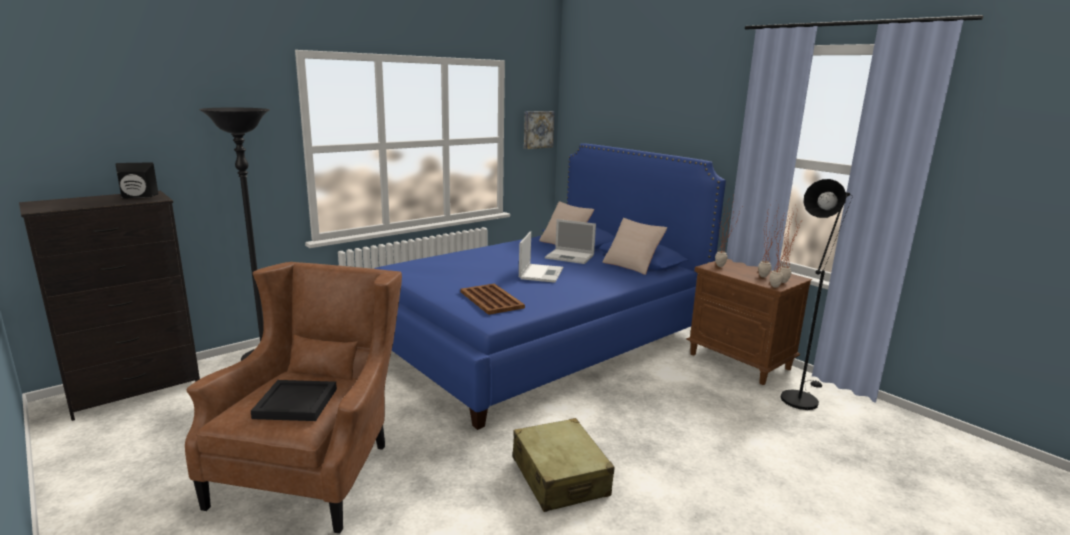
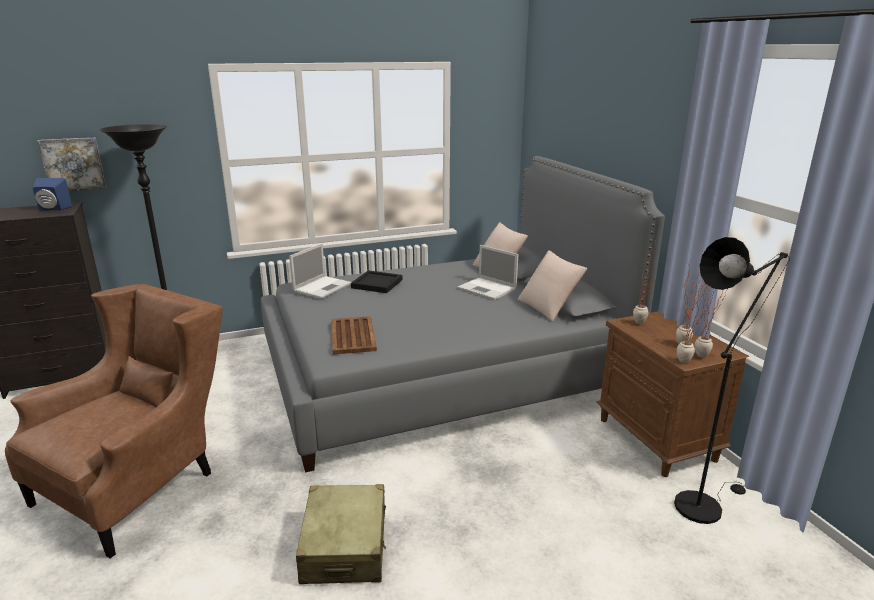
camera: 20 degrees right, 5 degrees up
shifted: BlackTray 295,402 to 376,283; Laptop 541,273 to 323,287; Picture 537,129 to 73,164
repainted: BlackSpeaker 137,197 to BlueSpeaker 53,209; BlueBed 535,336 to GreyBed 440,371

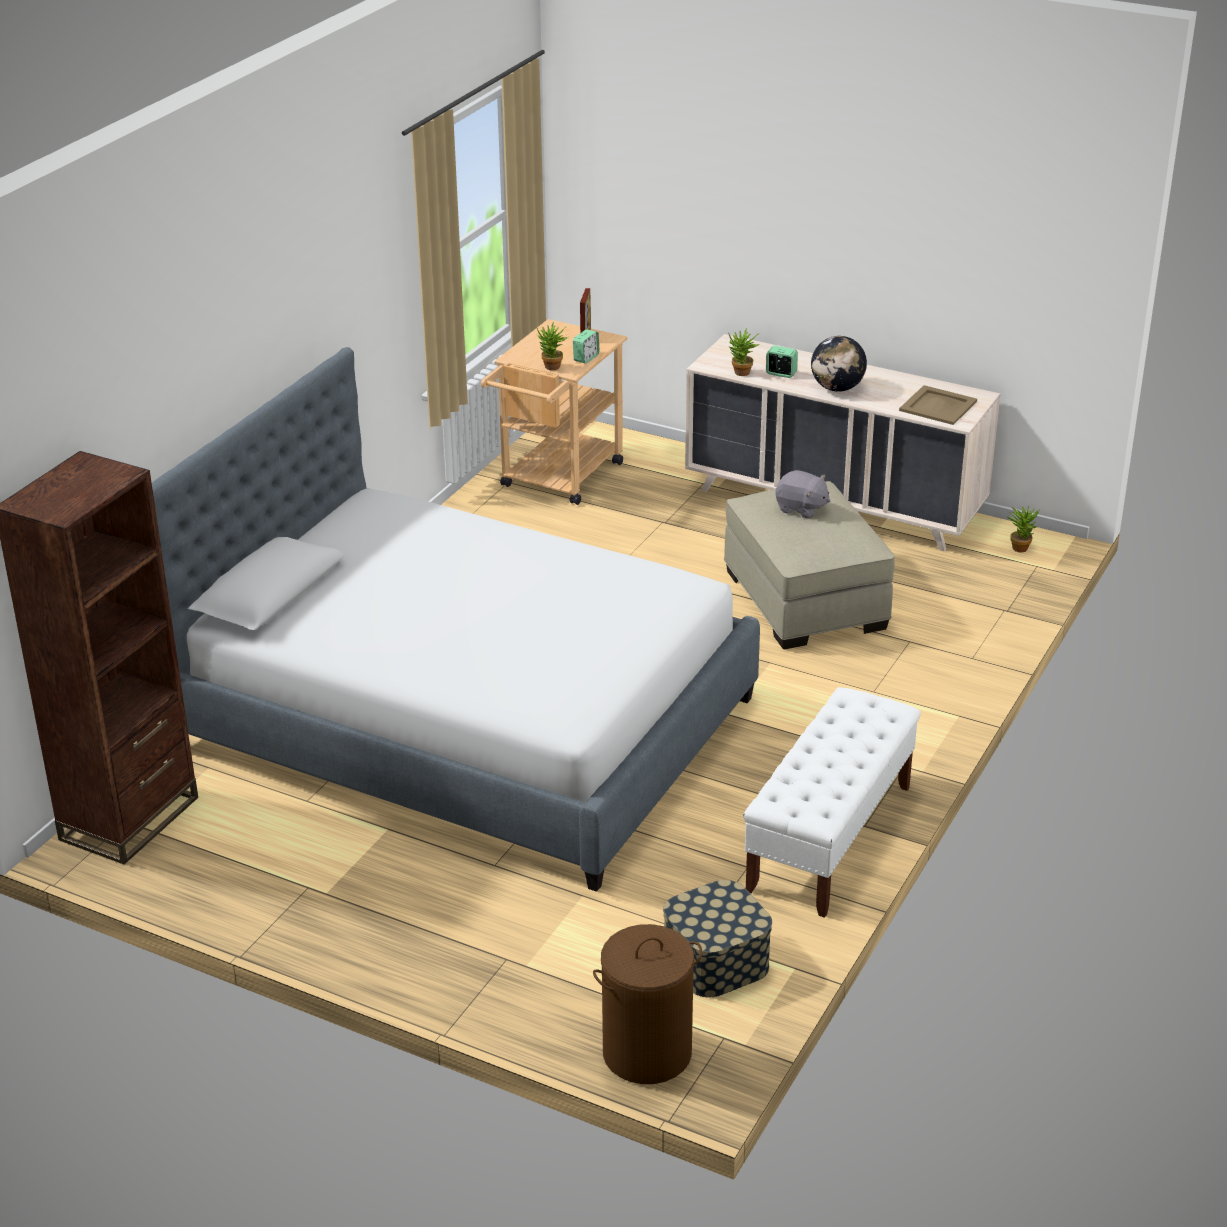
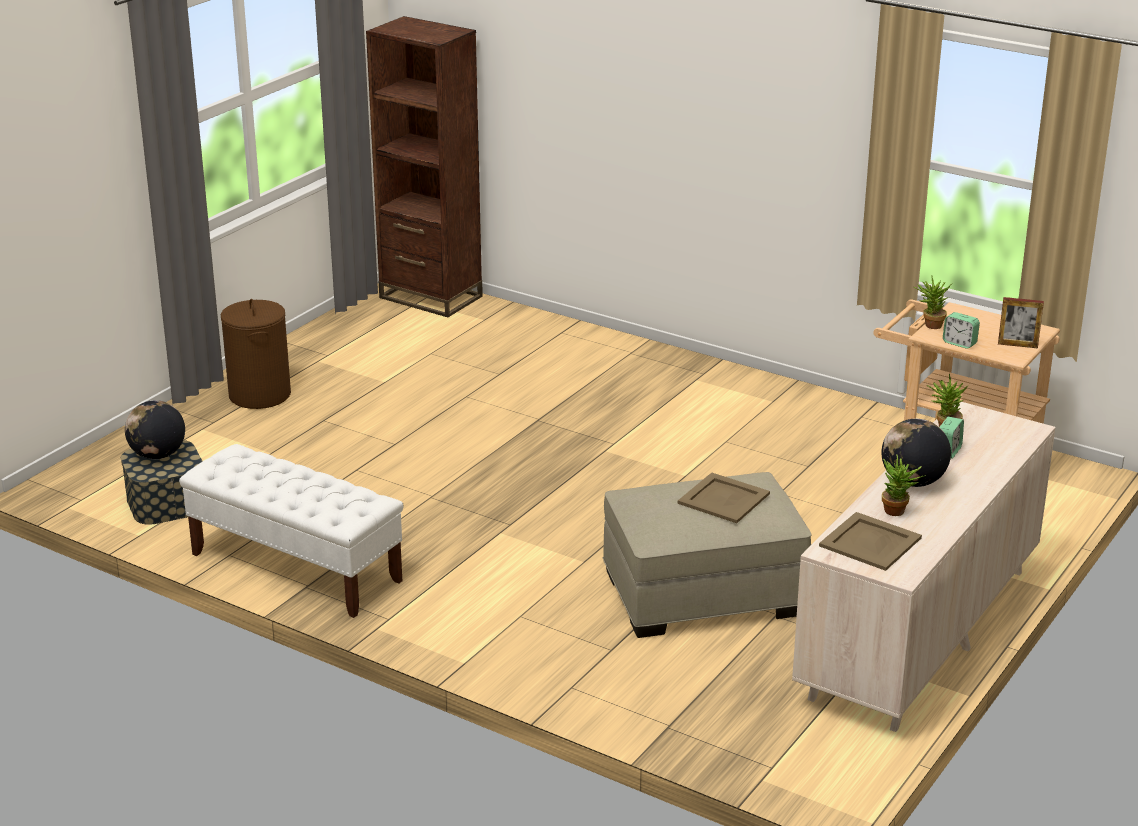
camera: 95 degrees right, 5 degrees down
gone: Bed 467,722
new: Globe 157,455
shifted: BrownLaundryBasket 646,1053 to 259,394; PottedPlant 1020,547 to 898,512
swapped: GreyPlushToy 801,509 to BeigeTray 724,498

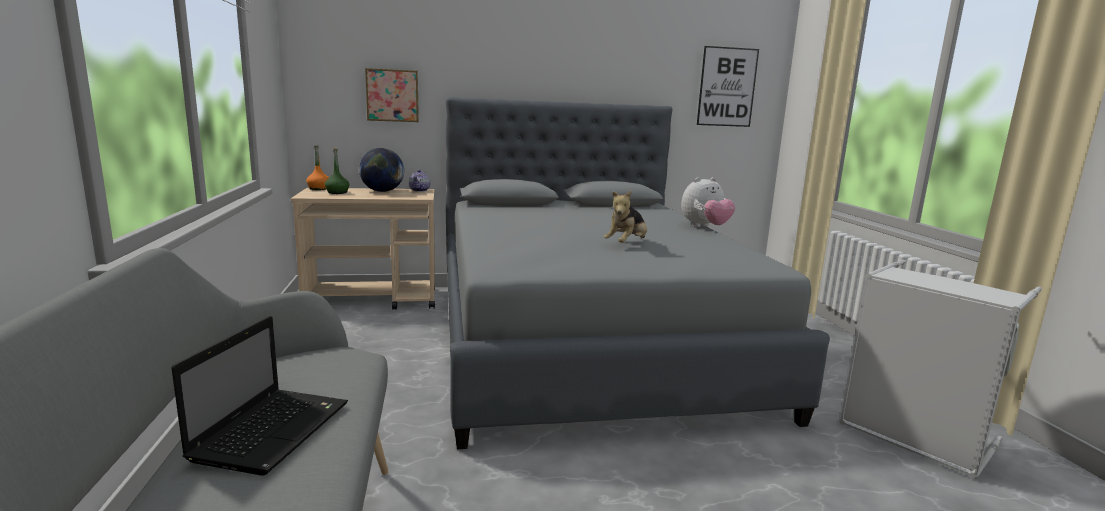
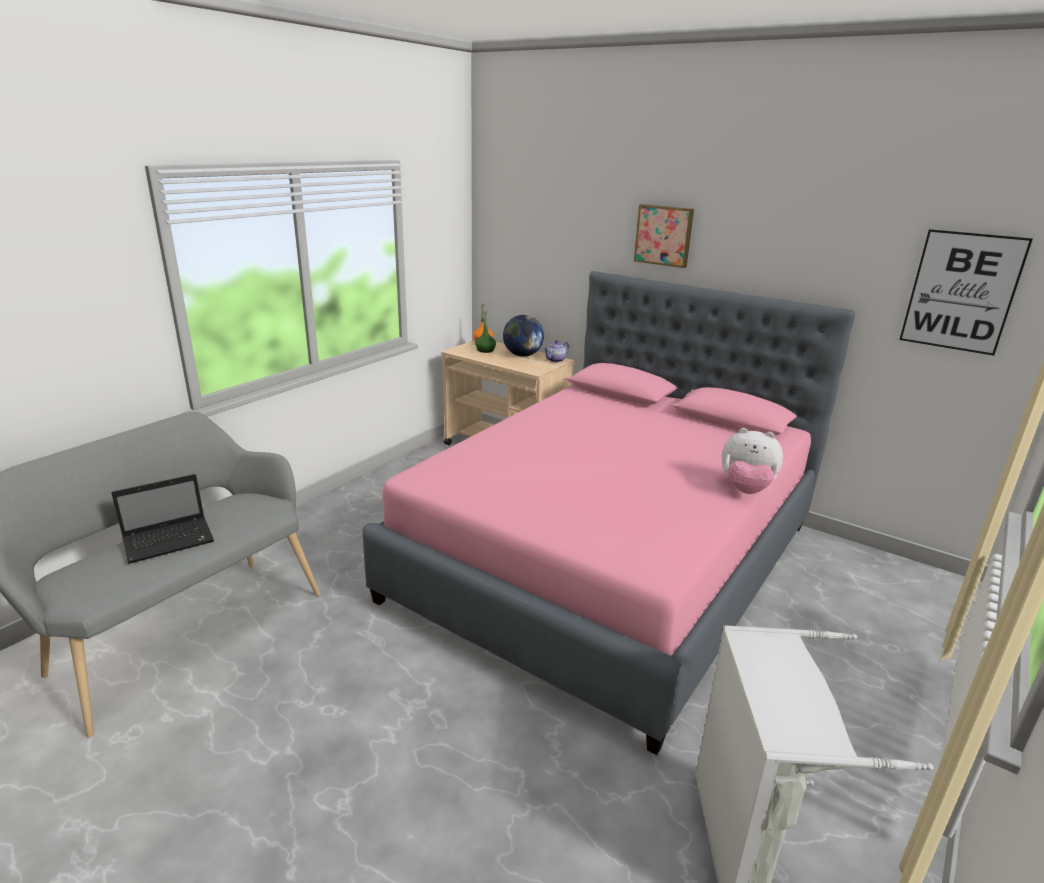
camera: 45 degrees right, 10 degrees up
gone: PlushToy 626,244
shifted: Picture 392,95 to 664,235
repainted: GreyBed 586,340 to PinkBed 609,561

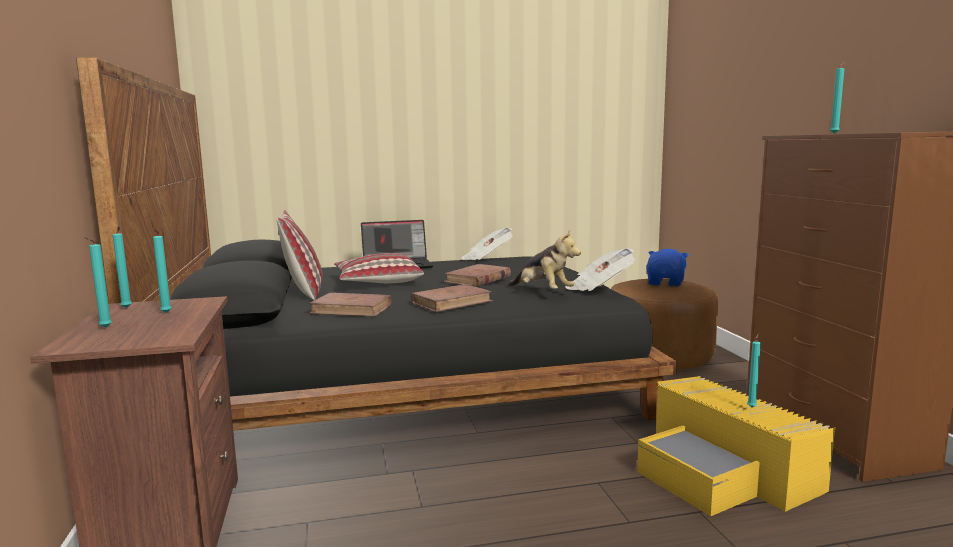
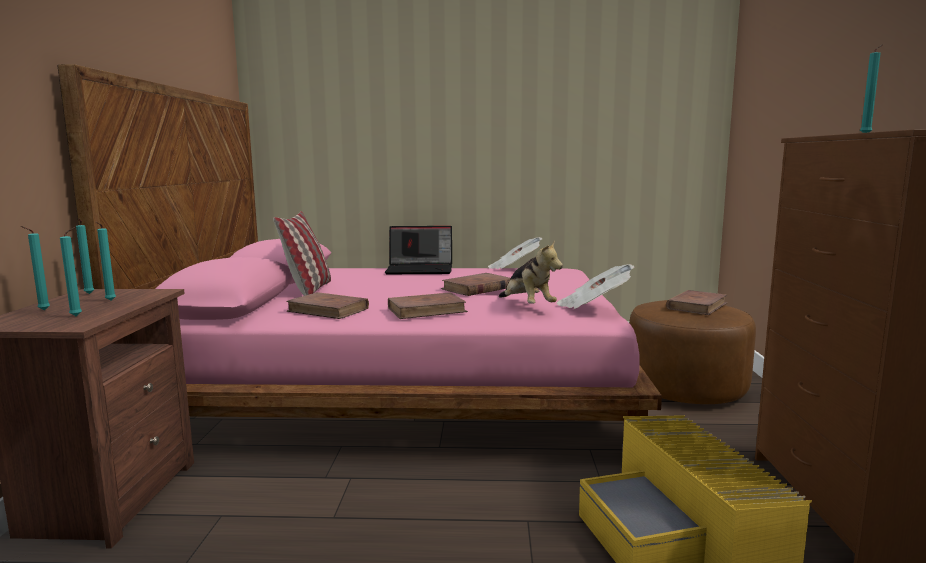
camera: 15 degrees right, 0 degrees up
gone: Pillow 377,282
shifted: TurquoiseCandle 752,407 to 78,316
swapped: BluePlushToy 666,283 to BrownBook 697,306
repainted: BlackBed 404,381 to PinkBed 404,385

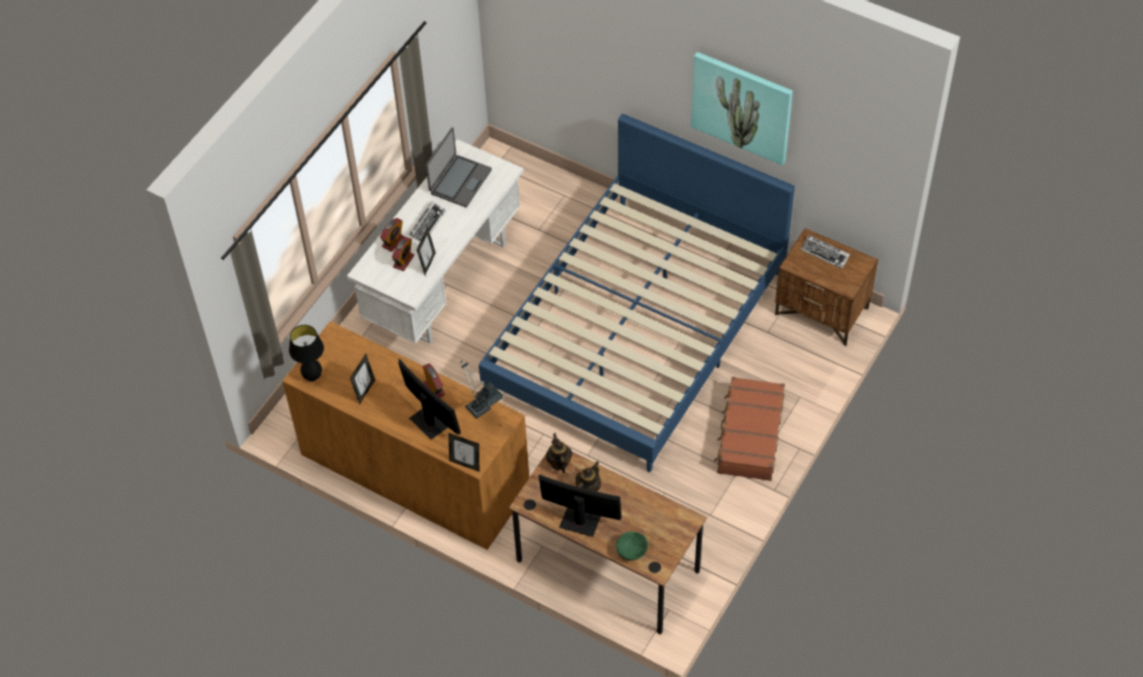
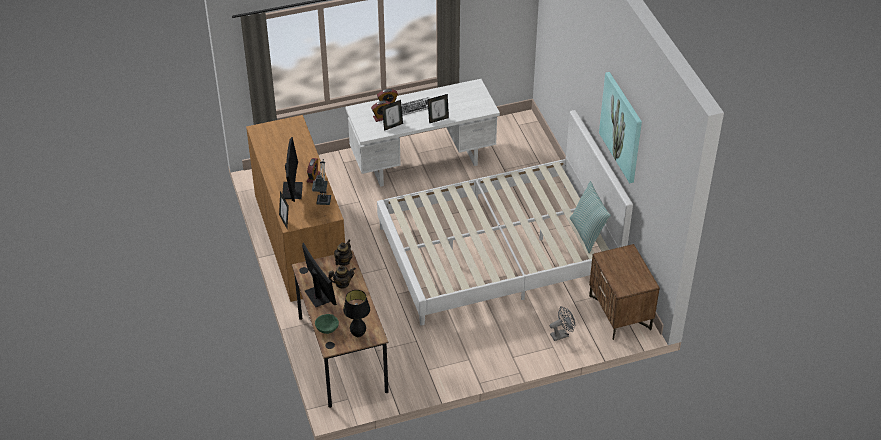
camera: 40 degrees right, 10 degrees down
gone: Laptop 460,181; BrownSuitcase 749,435; Keyboard 825,253
new: GreyFan 562,334; Pillow 587,233
shifted: BlackTableLamp 312,377 to 358,334; PictureFrame 365,391 to 438,119
repainted: BlueBed 637,330 to WhiteBed 498,252

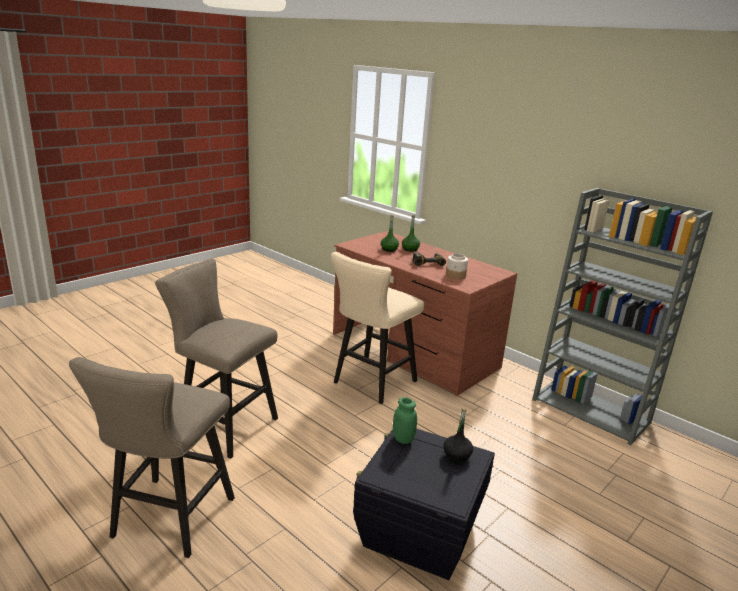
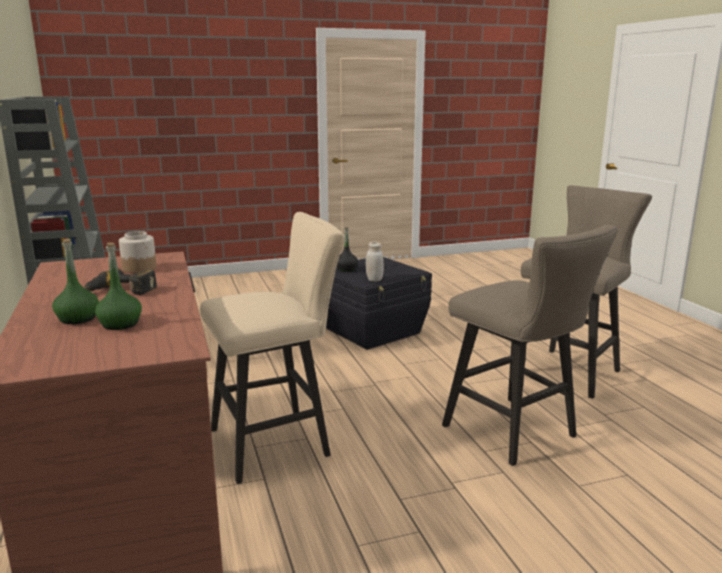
camera: 150 degrees left, 5 degrees down
repainted: GreenJar 403,439 to WhiteJar 374,279

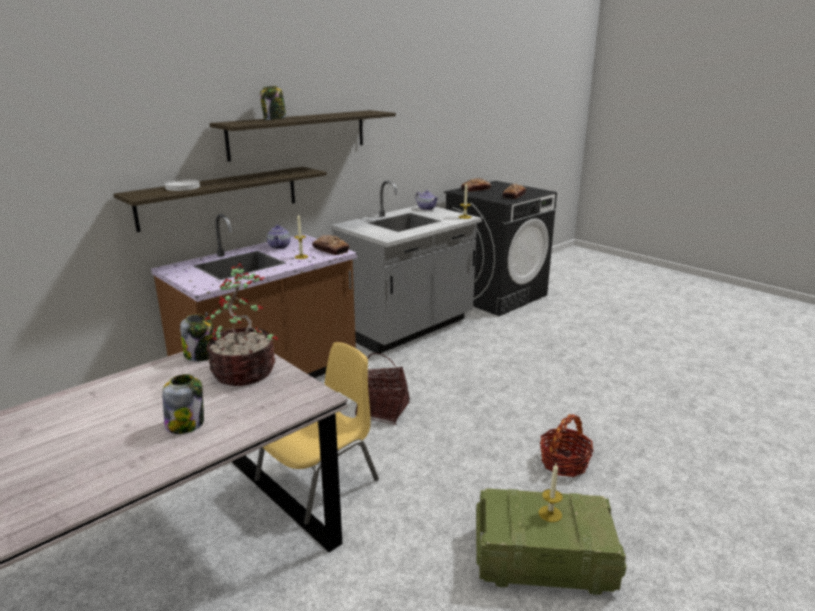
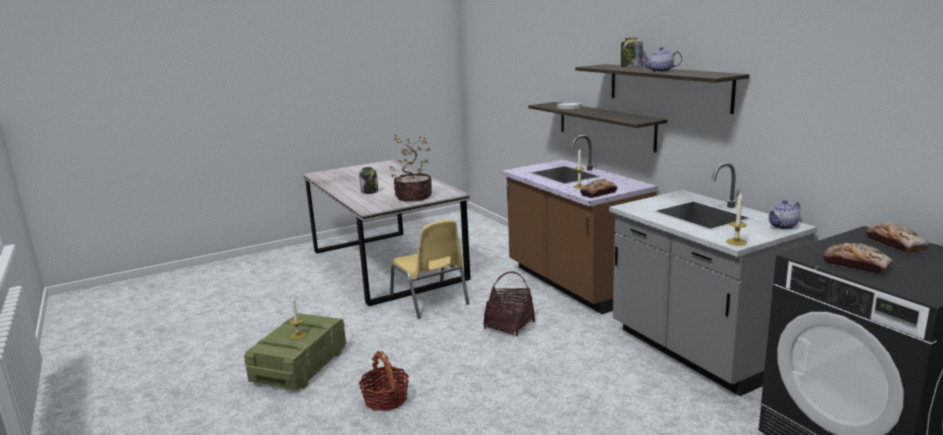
camera: 105 degrees right, 5 degrees down
gone: Jar 200,355
shifted: Teapot 279,246 to 660,71

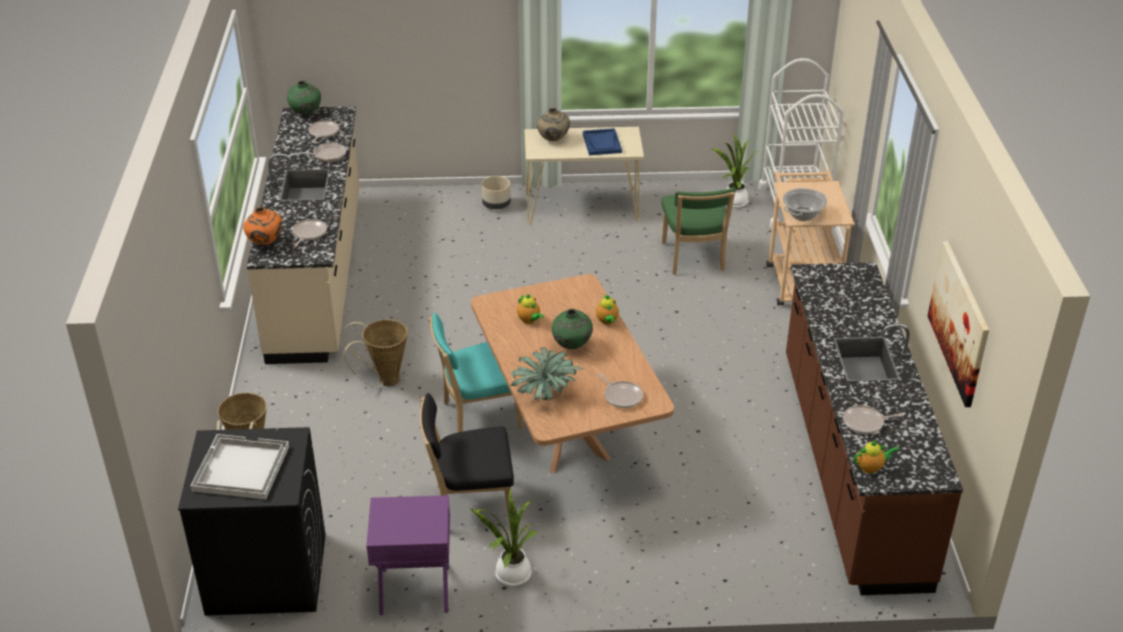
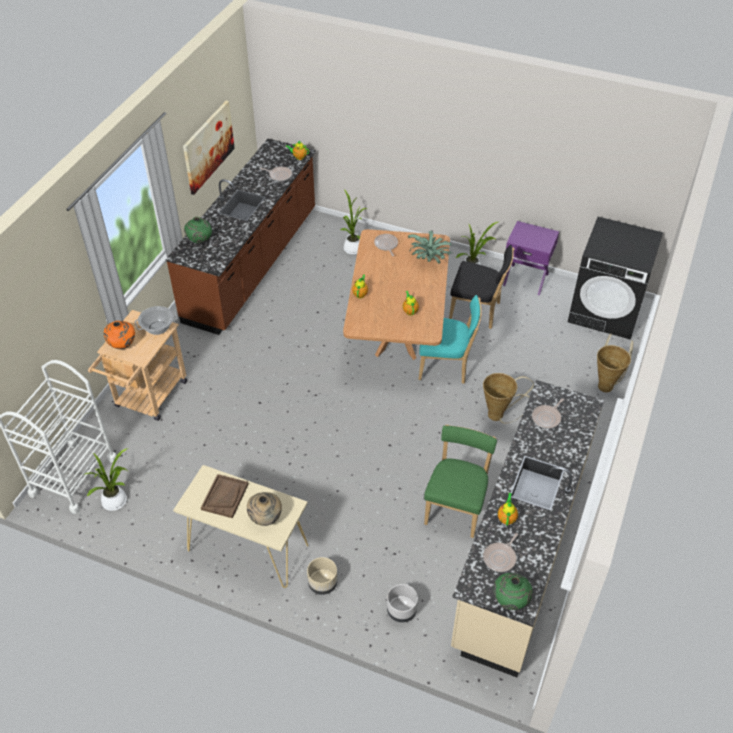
camera: 155 degrees left, 10 degrees up
gone: WhiteTray 240,469
new: PottedPlant 353,248; GreyPlanter 401,611
shifted: OrangeVase 265,243 to 123,345; GreenVase 572,346 to 200,241; GreenChair 693,259 to 456,507
swapped: FryingPan 326,155 to Teapot 506,518
repainted: BlueTray 602,143 to BrownTray 225,496

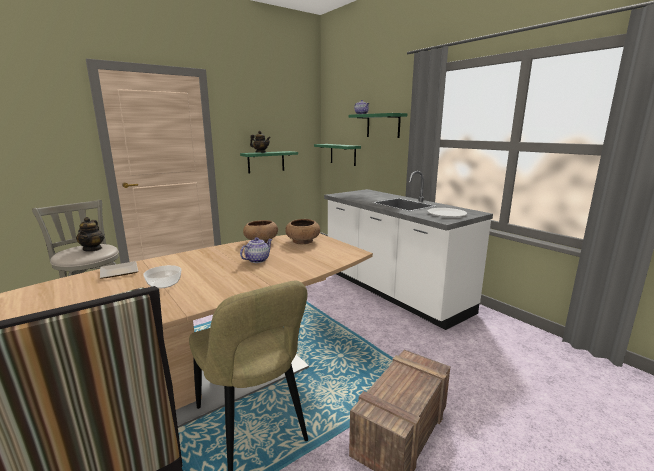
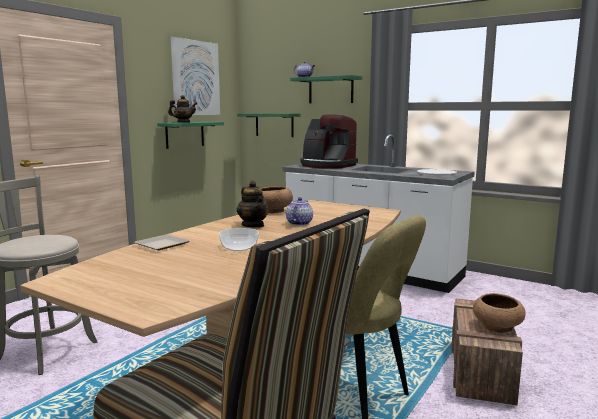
camera: 20 degrees left, 5 degrees down
new: Picture 196,78; CoffeeMachine 327,165
shifted: Teapot 93,249 to 253,225; BrownBowl 303,241 to 497,327

